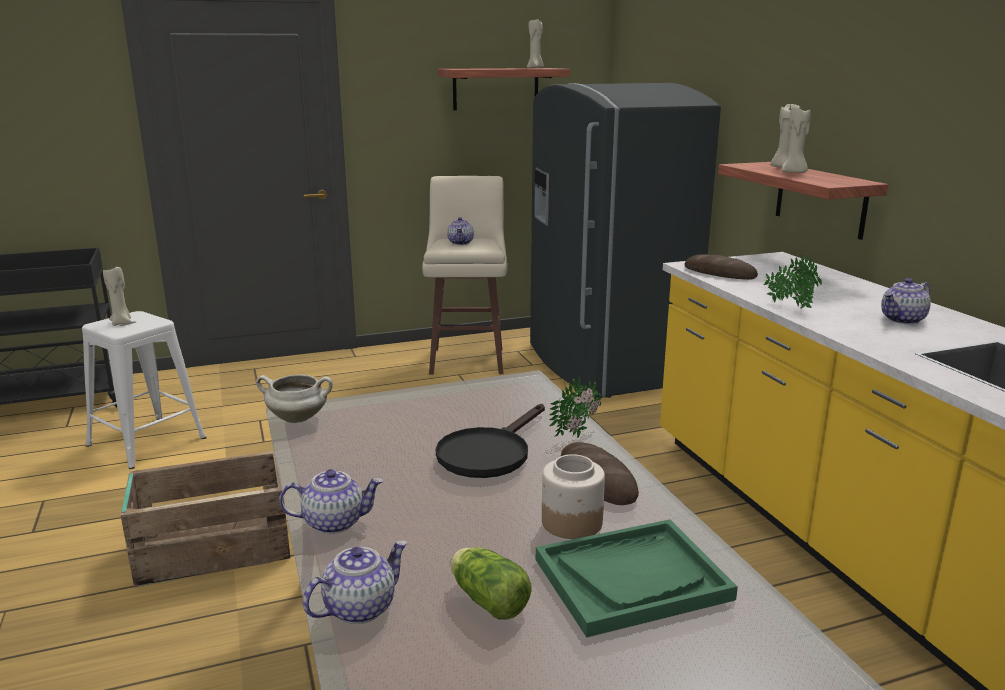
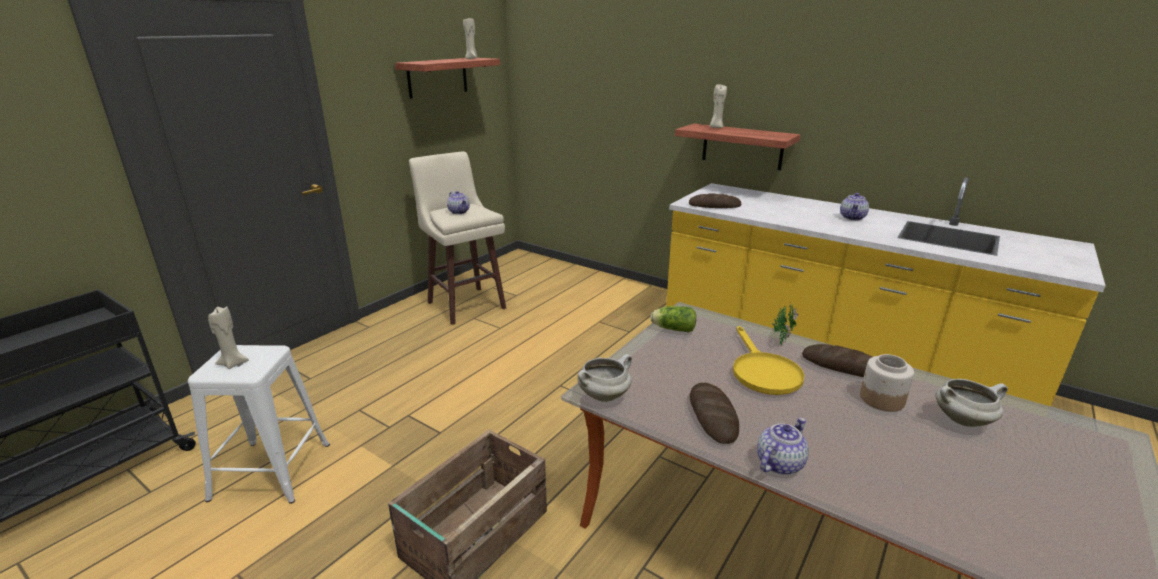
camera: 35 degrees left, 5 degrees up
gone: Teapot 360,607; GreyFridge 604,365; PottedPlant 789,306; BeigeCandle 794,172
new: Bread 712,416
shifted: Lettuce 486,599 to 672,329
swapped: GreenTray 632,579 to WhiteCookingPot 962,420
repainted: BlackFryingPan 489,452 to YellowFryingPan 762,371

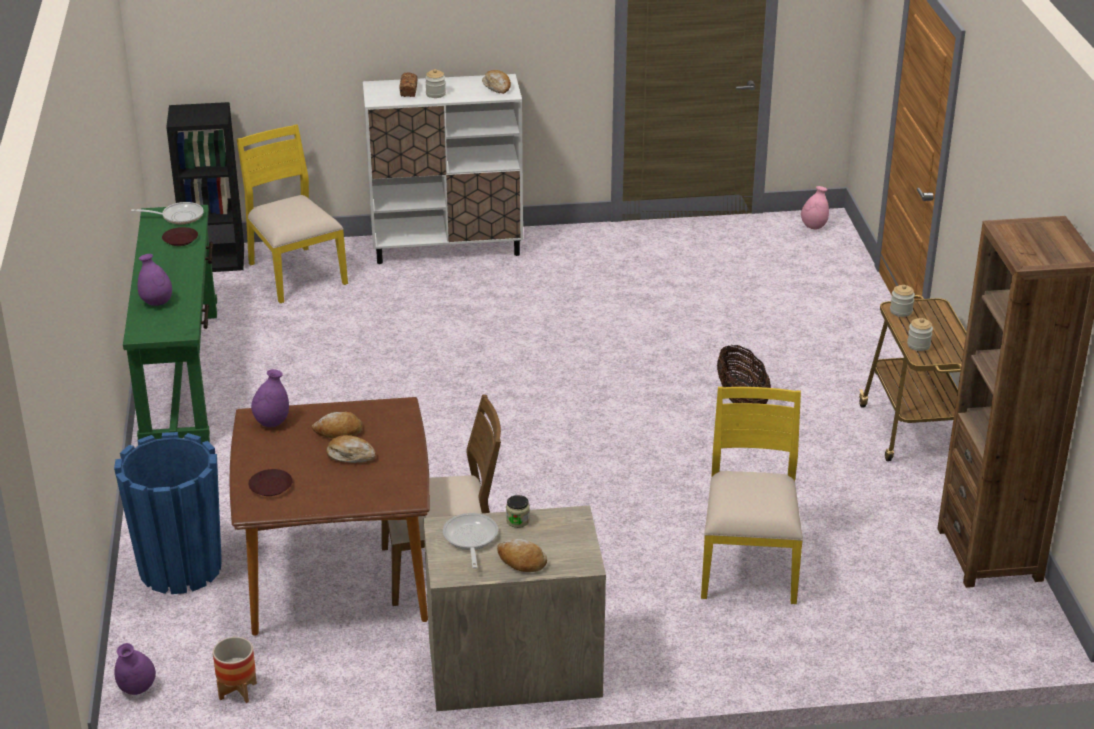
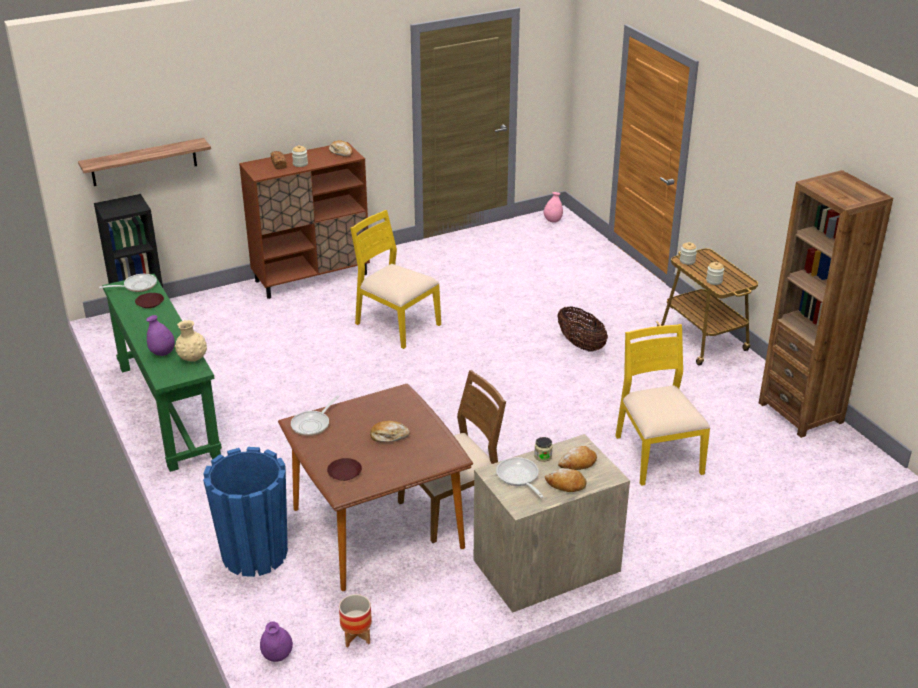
camera: 20 degrees left, 0 degrees up
new: Shelf 144,162; BeigeVase 192,359
shifted: YellowChair 295,273 to 396,324; Bread 338,431 to 578,463
swapped: PurpleVase 272,422 to FryingPan 313,424
repainted: WhiteCabinet 447,247 to BrownCabinet 312,277

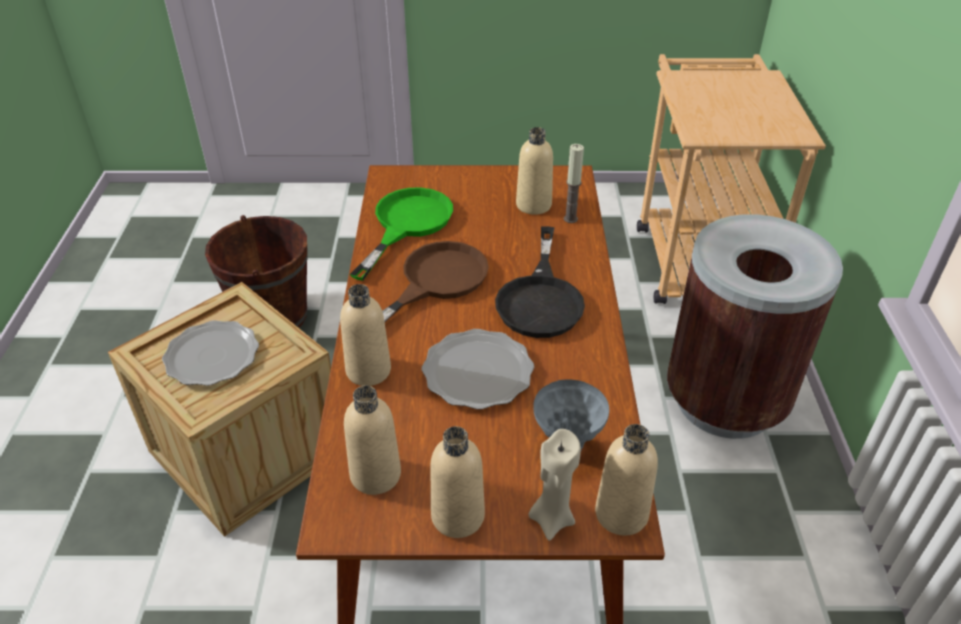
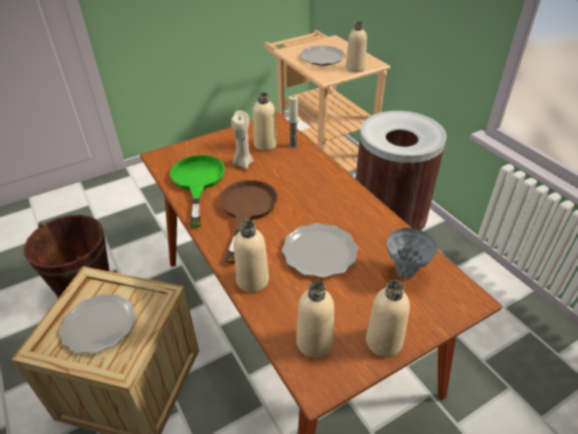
camera: 30 degrees left, 0 degrees up
gone: BlackFryingPan 540,298
new: Plate 322,58
shifted: BeigeCandle 552,518 to 243,163; BeigeBottle 621,513 to 355,68

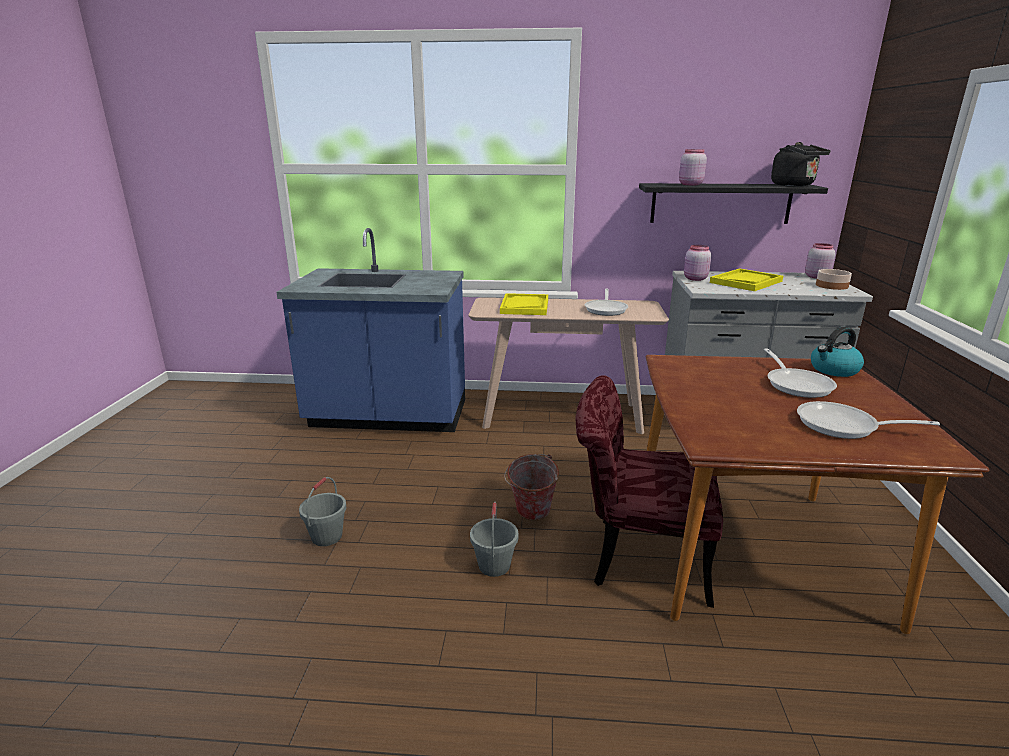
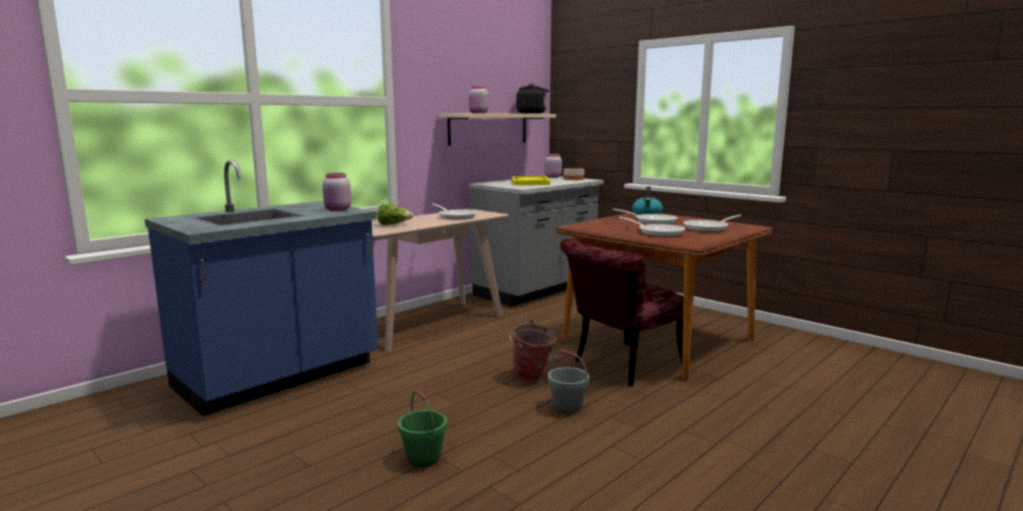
camera: 50 degrees left, 10 degrees down
new: FryingPan 658,232
shifted: PinkJar 694,279 to 337,209
swapped: YellowTray 524,306 to Lettuce 393,224
repainted: GreyBucket 326,536 to GreenBucket 423,458; BlackShelf 720,203 to BeigeShelf 488,129

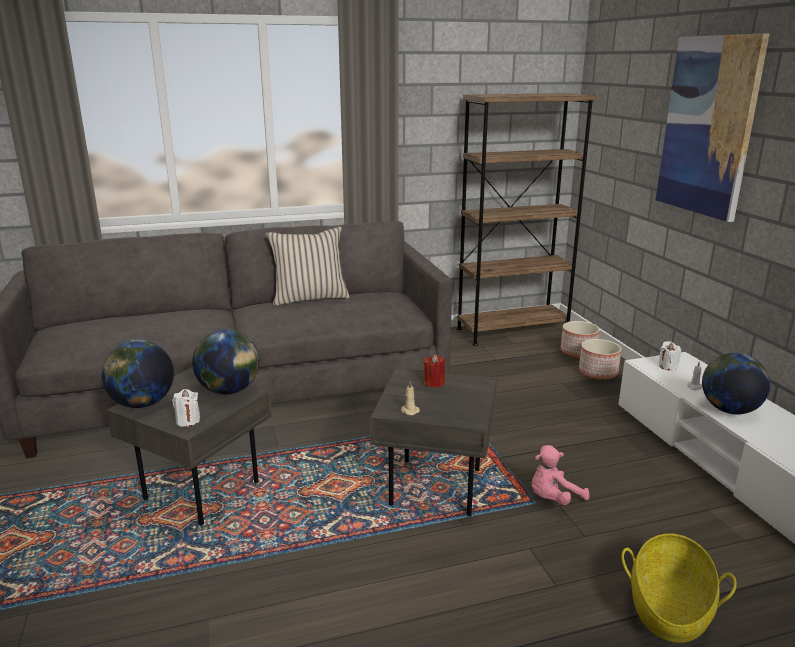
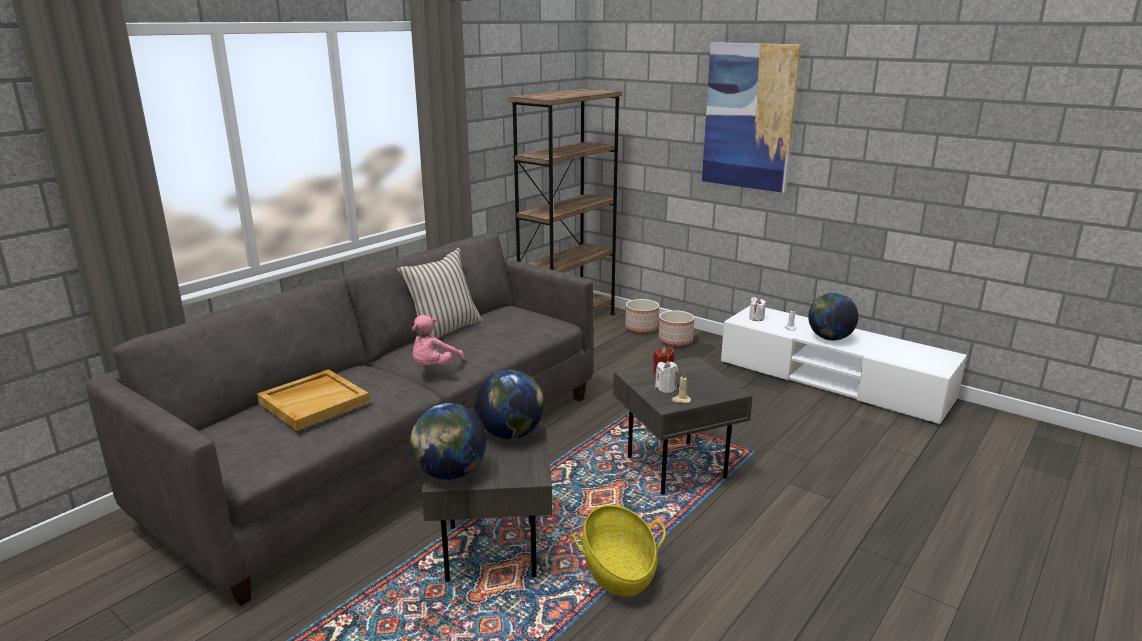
camera: 35 degrees left, 0 degrees up
new: BeigeTray 314,402
shifted: WhiteCandle 188,421 to 666,388; PinkPlushToy 553,499 to 434,367; Basket 669,608 to 618,570

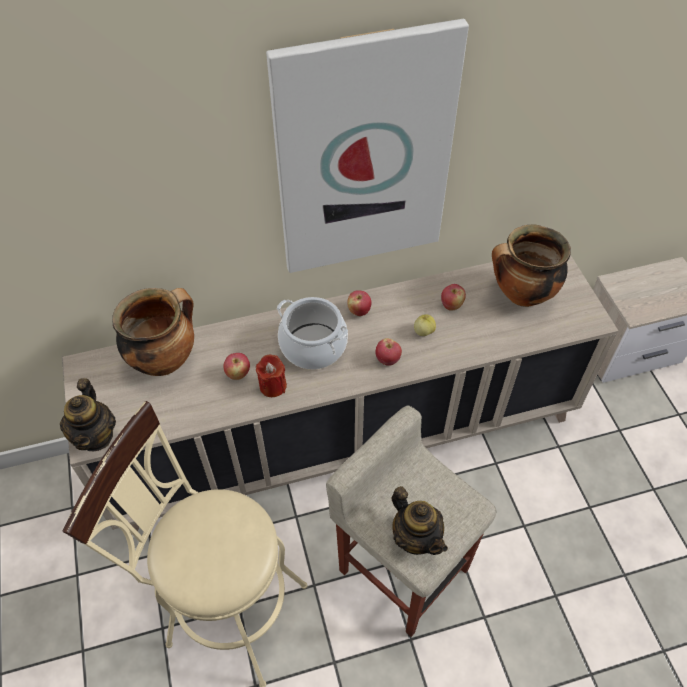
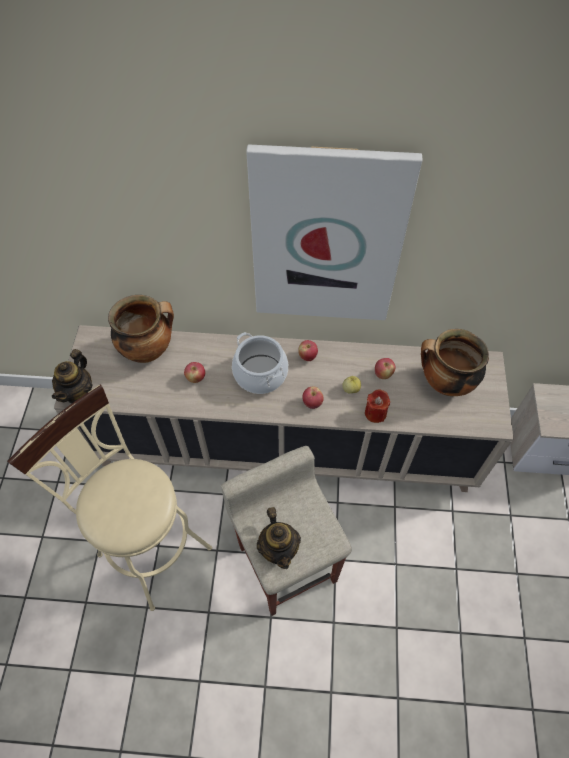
camera: 20 degrees right, 5 degrees up
shifted: RedCandle 272,386 to 375,413

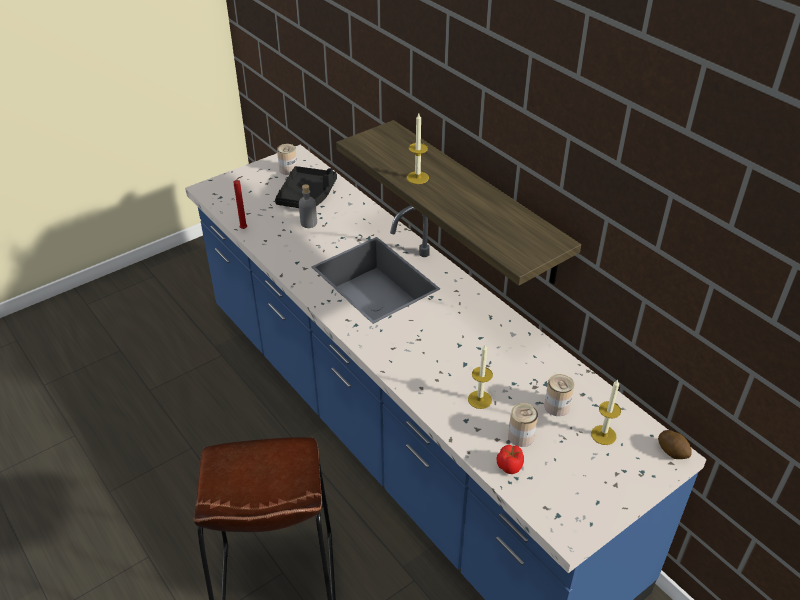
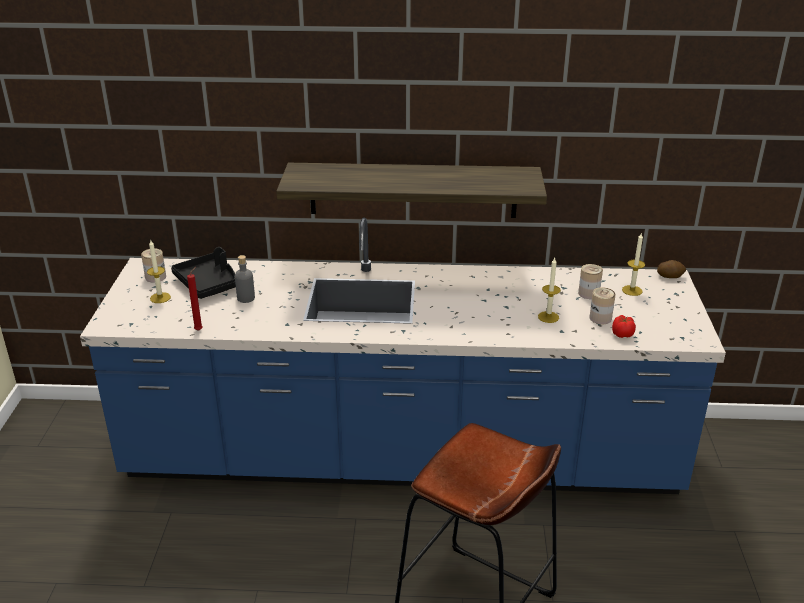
camera: 50 degrees left, 10 degrees down
shifted: Candle 417,177 to 160,298

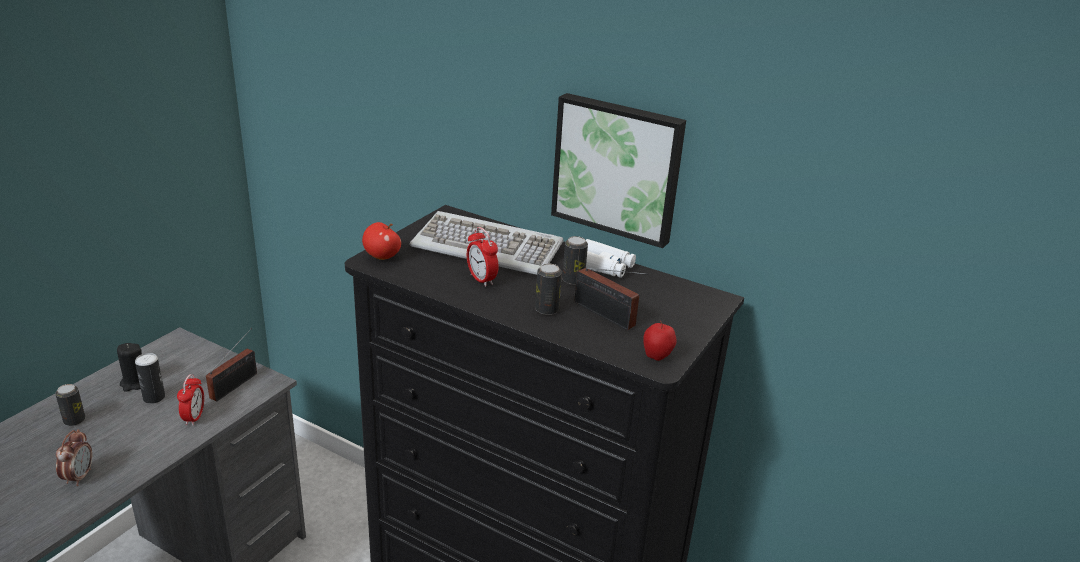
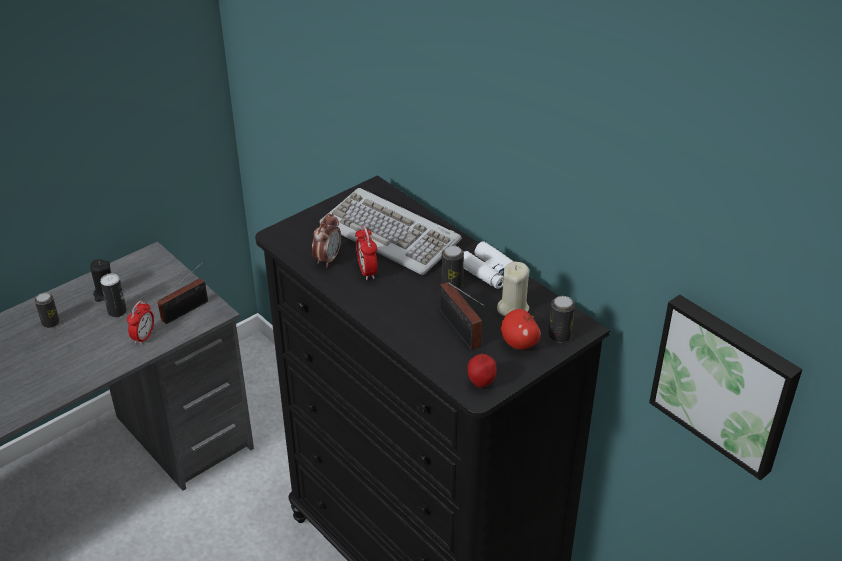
camera: 20 degrees right, 10 degrees up
new: BeigeCandle 513,308
shifted: AlarmClock 79,477 to 327,259; Apple 382,257 to 519,343; Can 547,309 to 559,336; Picture 618,168 to 725,383

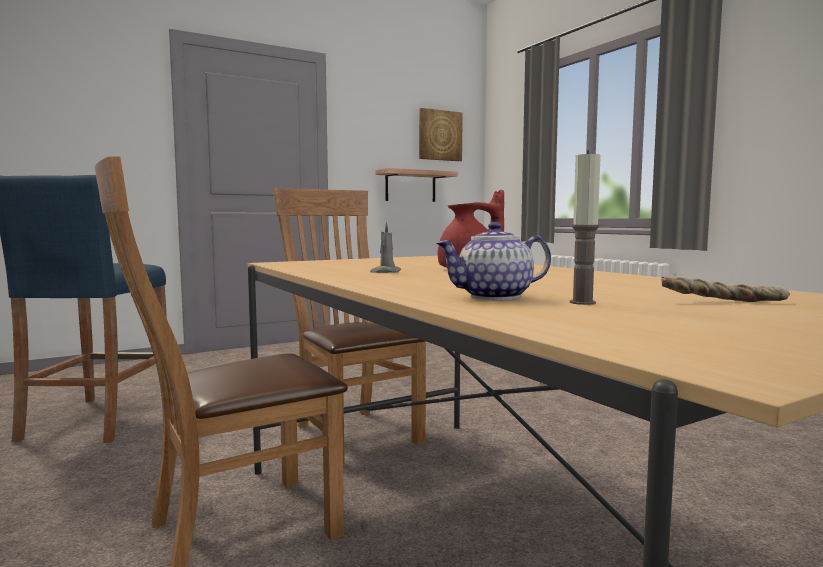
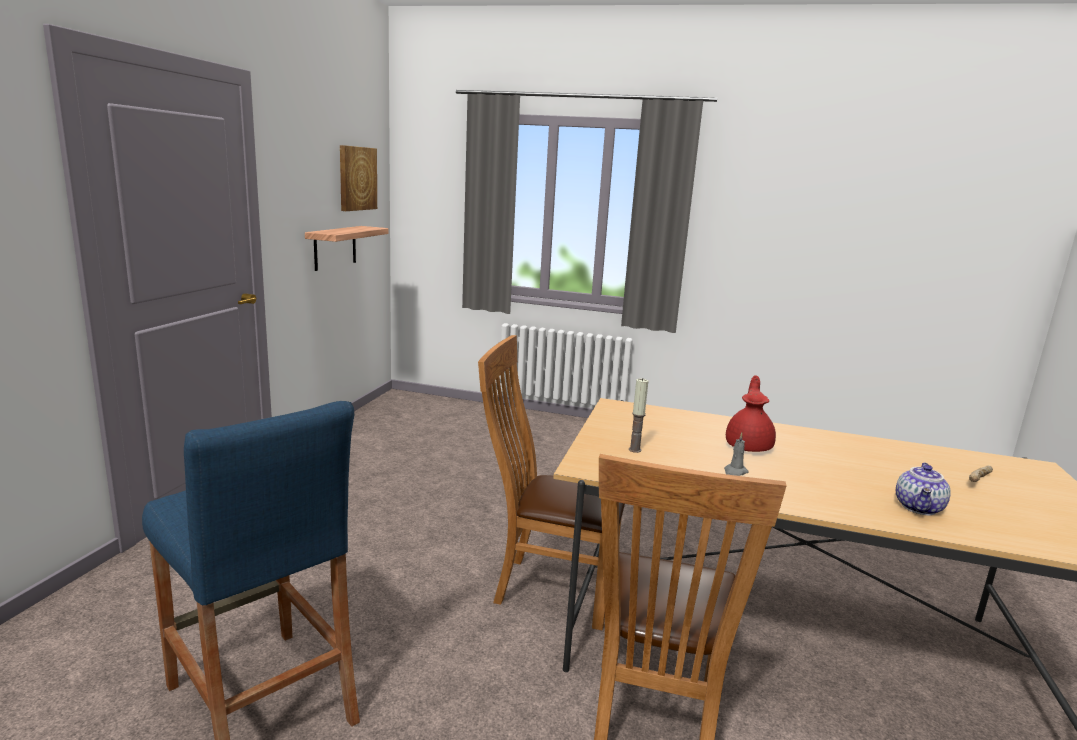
camera: 45 degrees left, 10 degrees up
shifted: Candle 582,302 to 635,450

